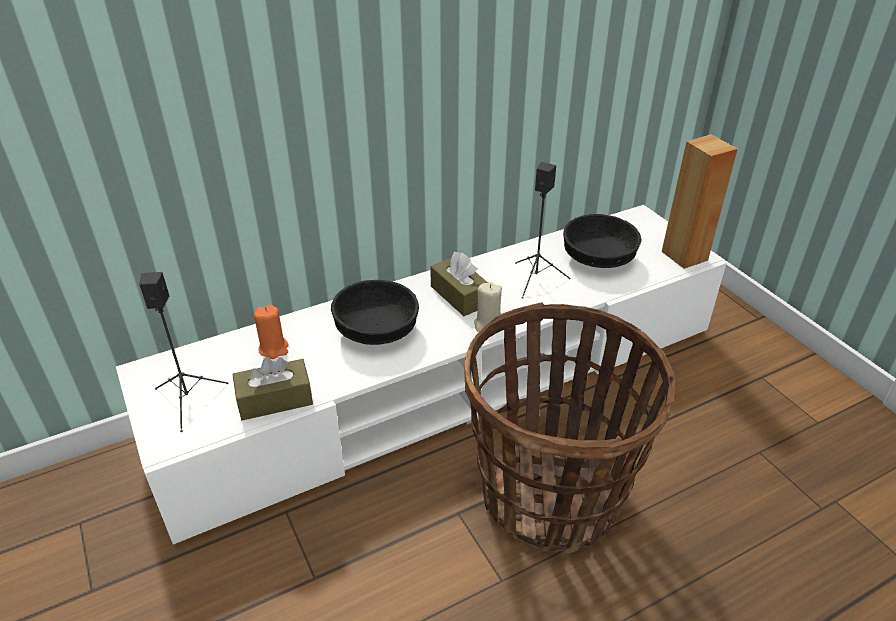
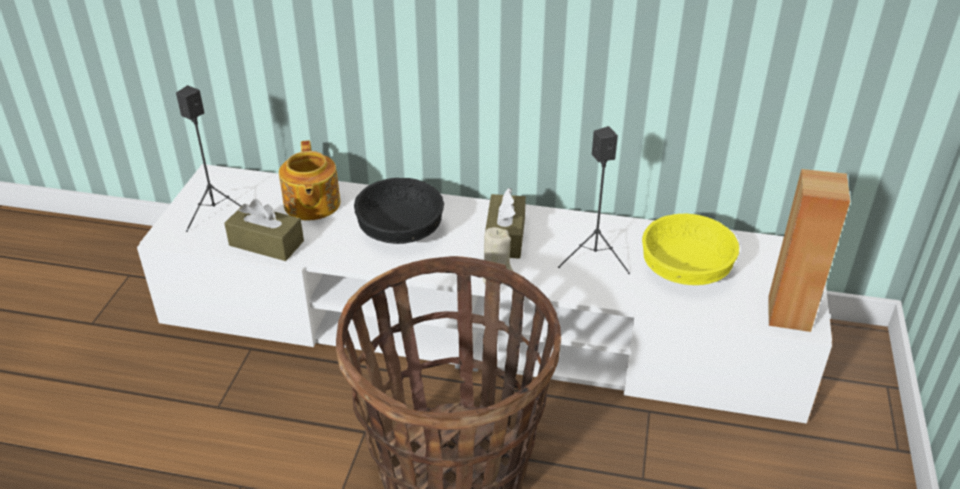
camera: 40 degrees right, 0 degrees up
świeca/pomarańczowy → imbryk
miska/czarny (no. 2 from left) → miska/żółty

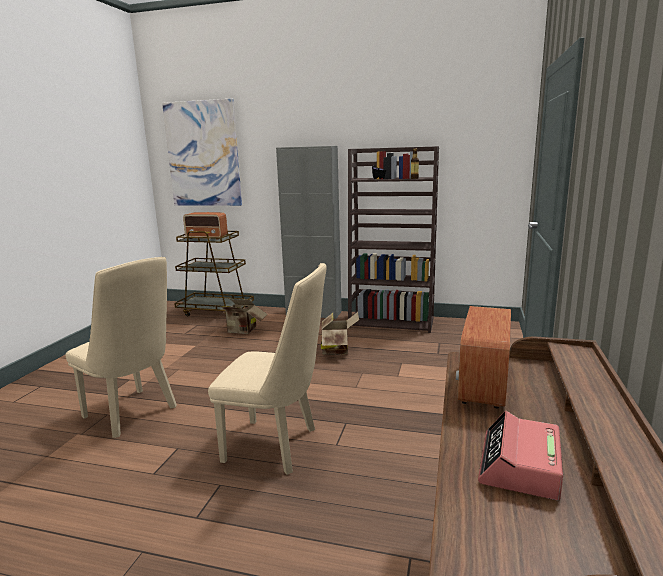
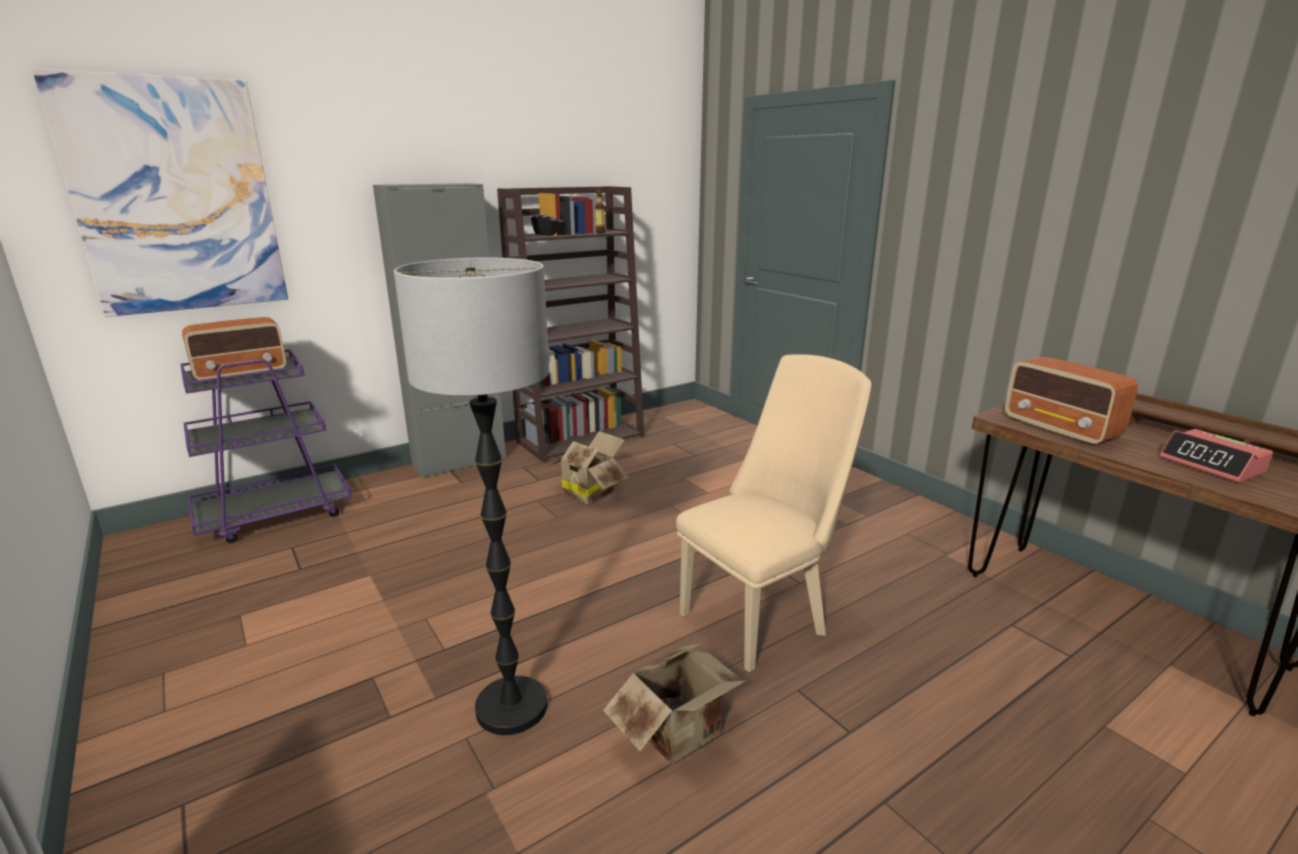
camera: 50 degrees left, 5 degrees up
wózek/brązowy → wózek/fioletowy
krzesło/beżowy (no. 1 from left) → lampa stojąca
karton (no. 1 from left in the first image) → karton (no. 2 from left), relocated

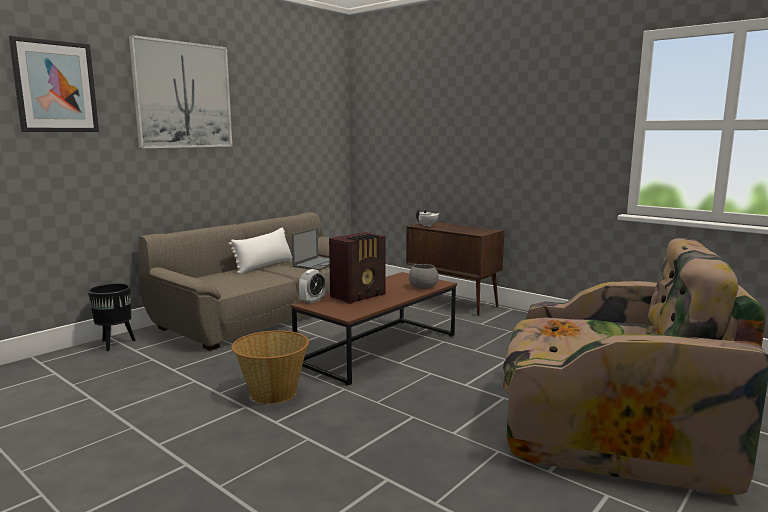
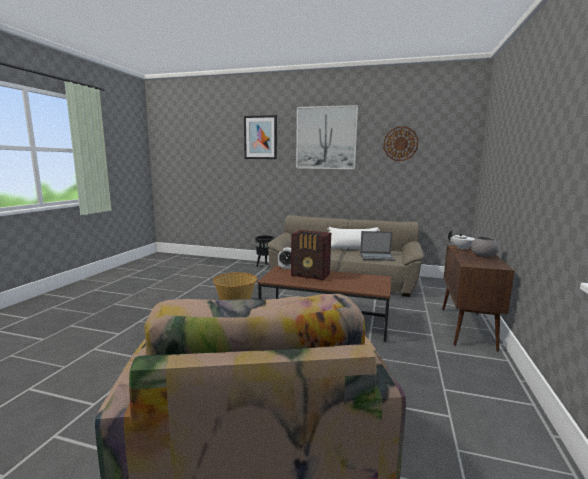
camera: 65 degrees right, 0 degrees up
- → zegar ścienny
miska/szary, relocated

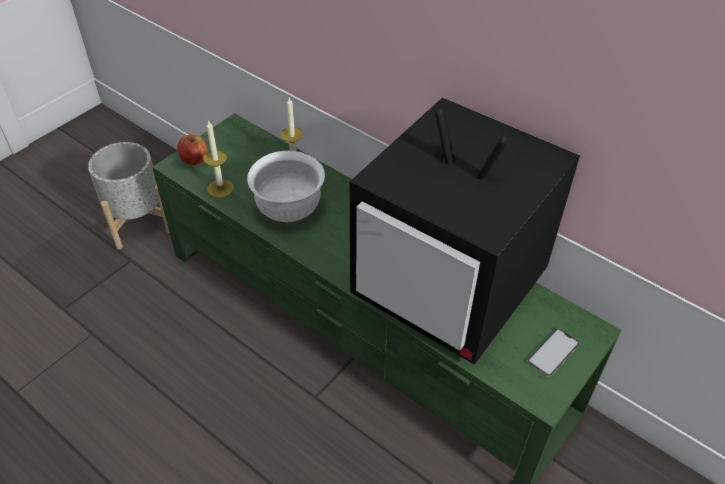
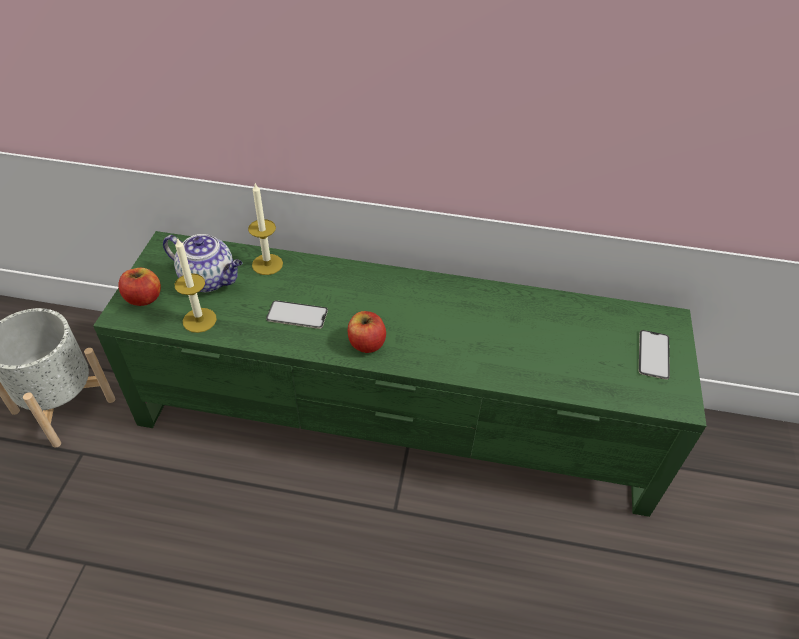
camera: 30 degrees left, 0 degrees up
- → imbryk
miska/biały → telefon (no. 1 from left)
- → jabłko (no. 2 from left)
telewizor → -

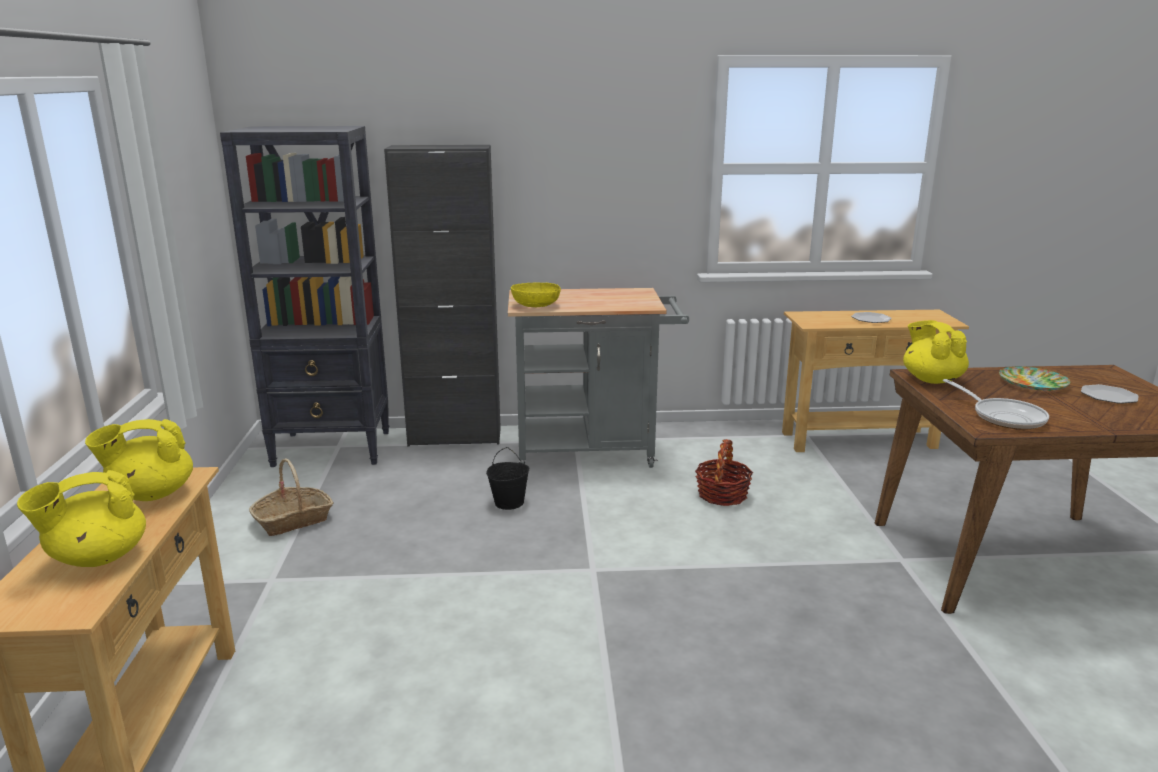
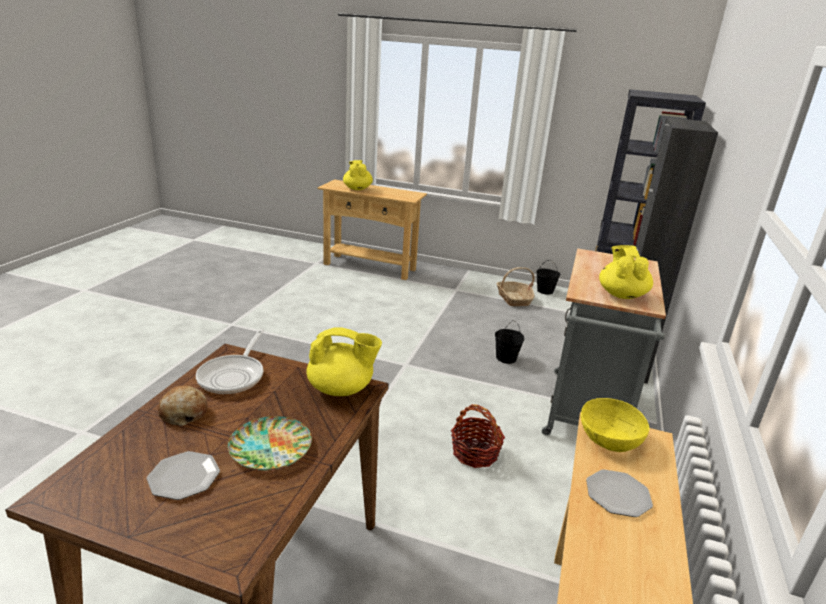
camera: 110 degrees right, 5 degrees up
- → chleb
patelnia, 75 degrees counterclockwise
- → wiadro/czarny (no. 2 from left)
miska/żółty, relocated
imbryk/żółty (no. 2 from left in the first image) → imbryk/żółty (no. 3 from left), relocated

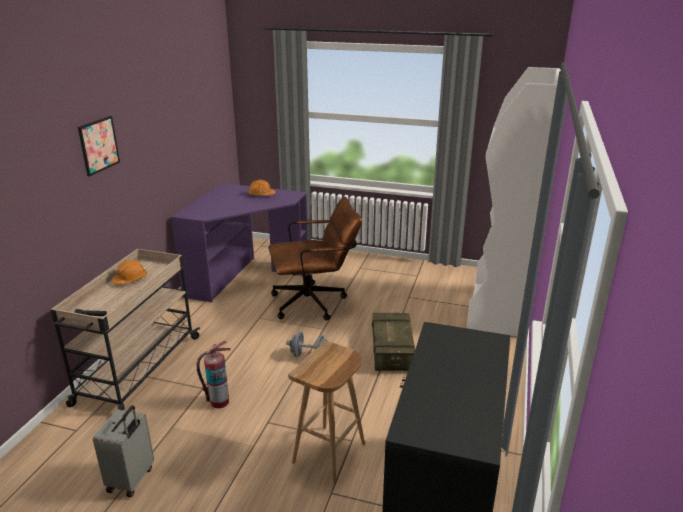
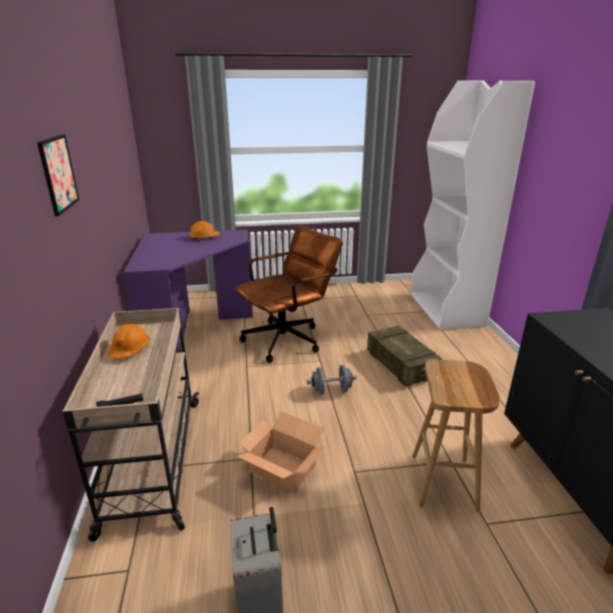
camera: 25 degrees left, 0 degrees up
gaśnica → karton

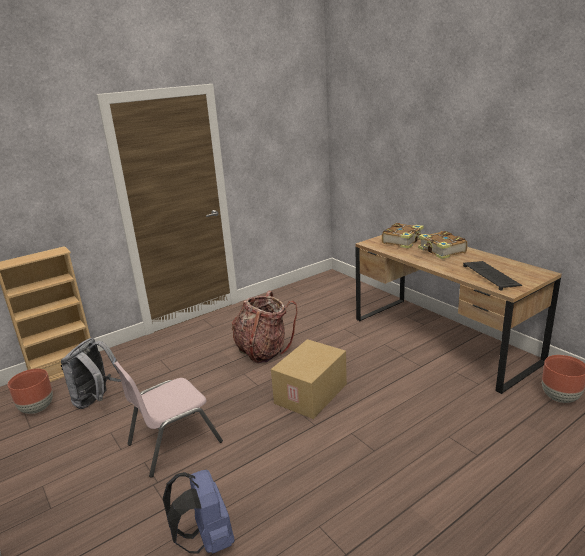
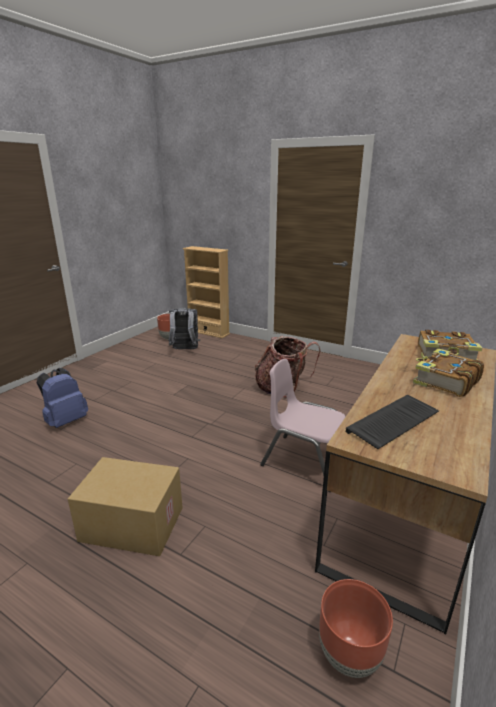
camera: 65 degrees right, 0 degrees up
karton, relocated
krzesło/różowy, relocated

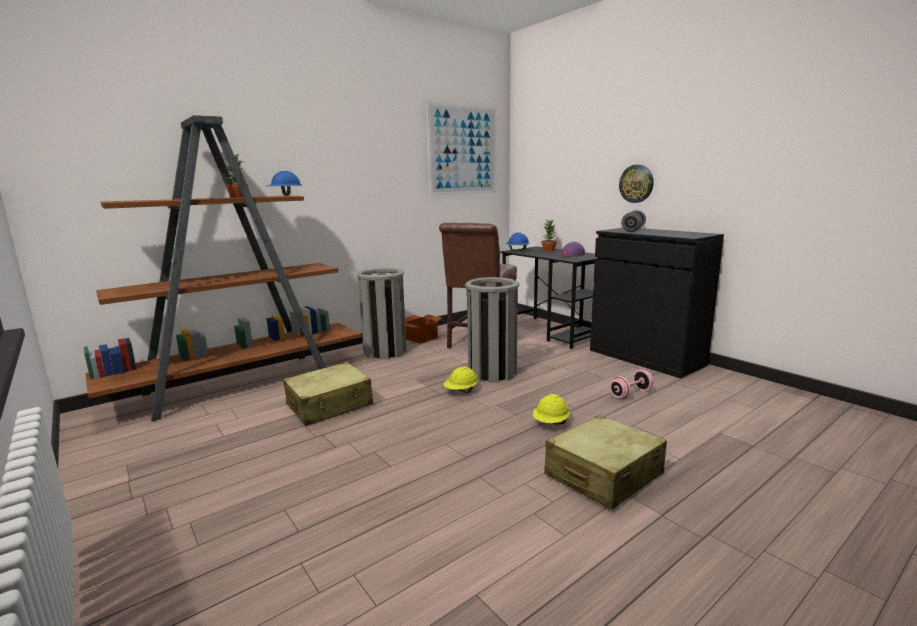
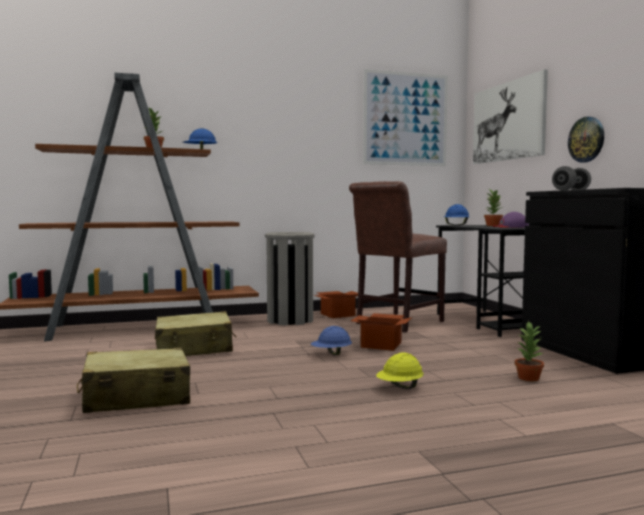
camera: 20 degrees right, 10 degrees down
walizka/beżowy (no. 2 from left in the first image) → walizka/beżowy (no. 1 from left), relocated
kask/żółty (no. 1 from left) → kask/niebieski (no. 2 from left)
kosz na śmieci/szary (no. 2 from left) → karton (no. 2 from left)
- → obraz (no. 2 from left)
hantel/różowy → roślina doniczkowa (no. 3 from left)

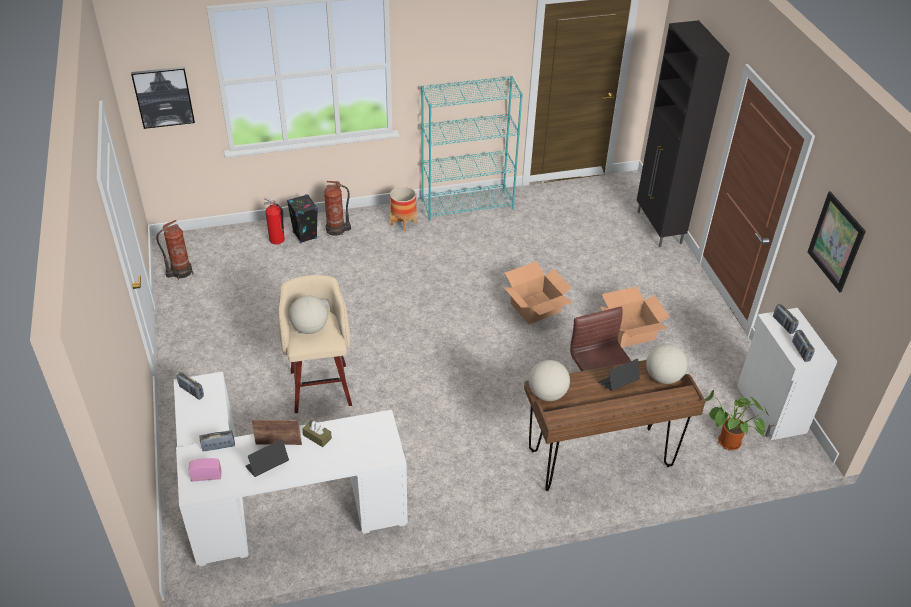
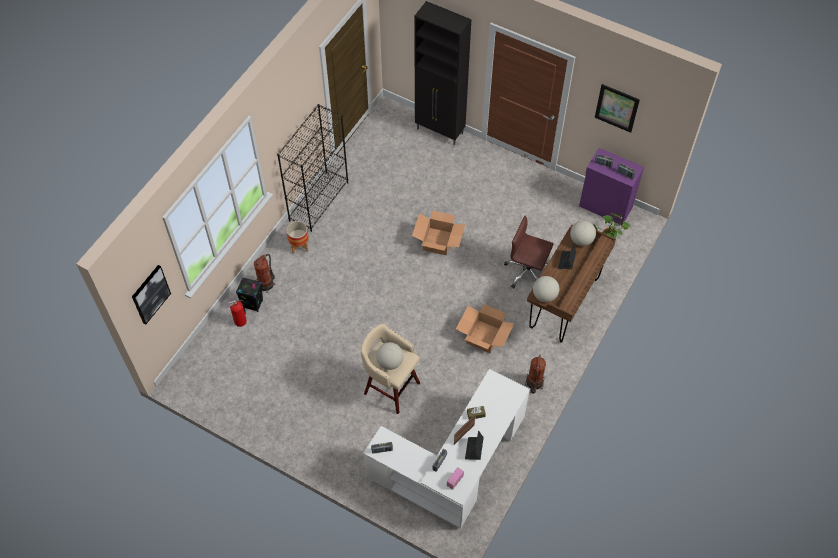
camera: 45 degrees left, 15 degrees up
regał/turkusowy → regał/czarny
karton (no. 2 from left), relocated
gaśnica (no. 1 from left in the first image) → gaśnica (no. 3 from left), relocated
szafka/biały → szafka/fioletowy

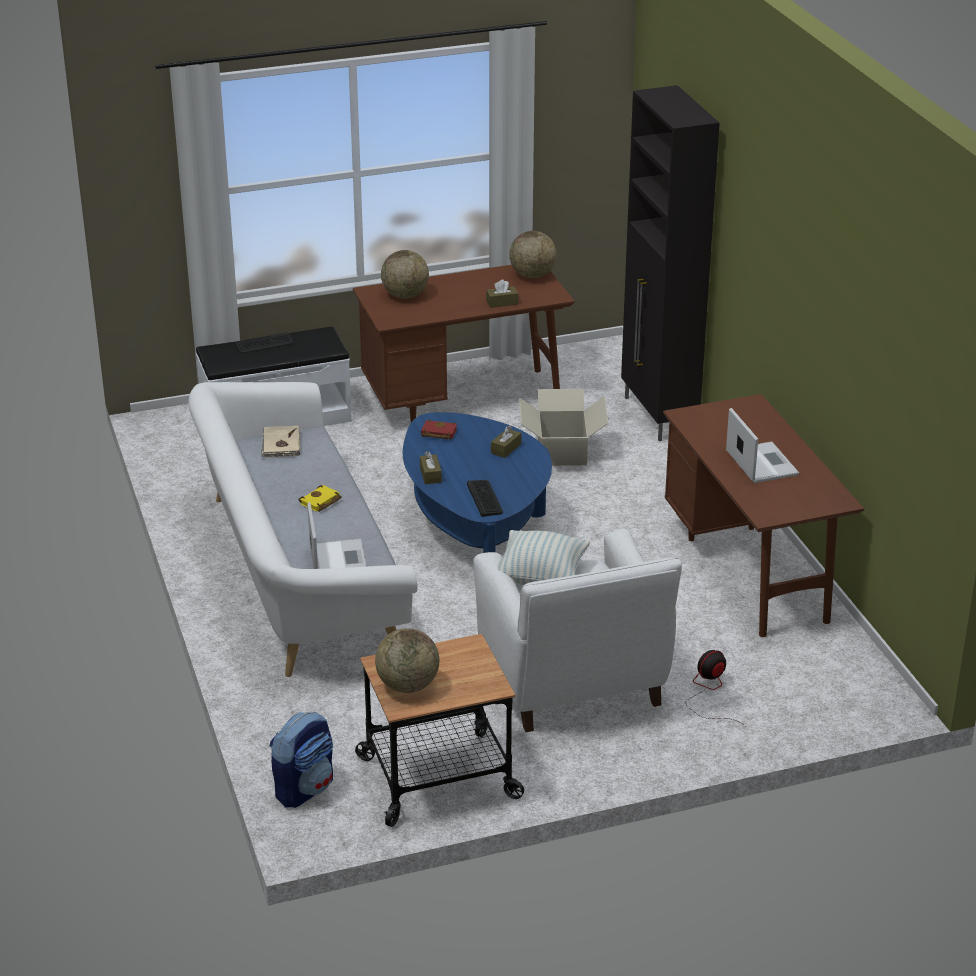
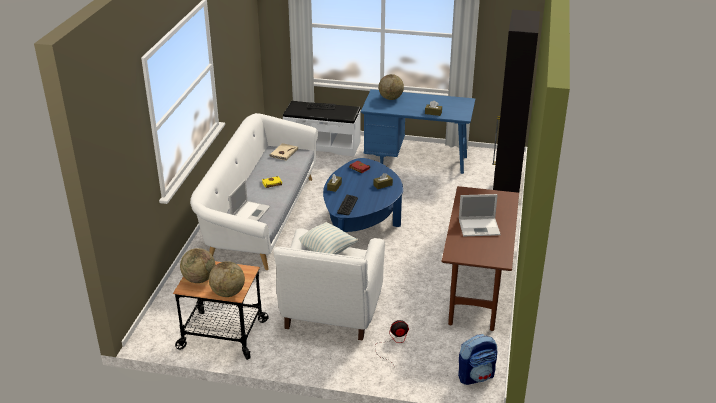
camera: 30 degrees right, 0 degrees up
globus (no. 3 from left in the first image) → globus (no. 2 from left), relocated
biurko/brązowy (no. 1 from left) → biurko/niebieski
plecak, relocated
laptop (no. 2 from left), 75 degrees clockwise
karton → -

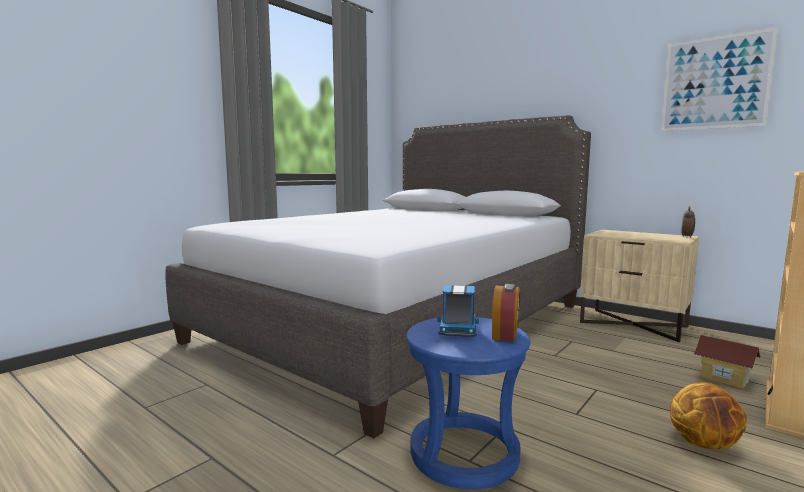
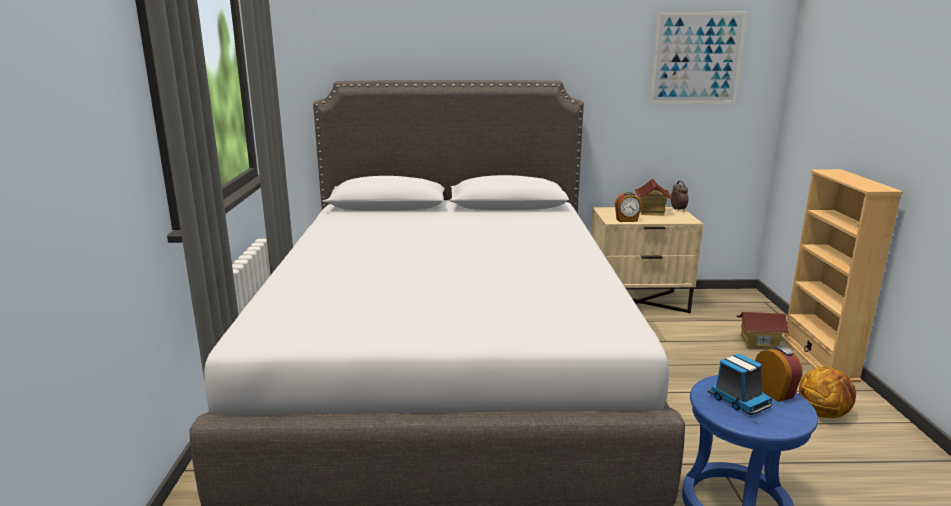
camera: 40 degrees left, 10 degrees up
- → budzik (no. 1 from left)
- → domek (no. 1 from left)

